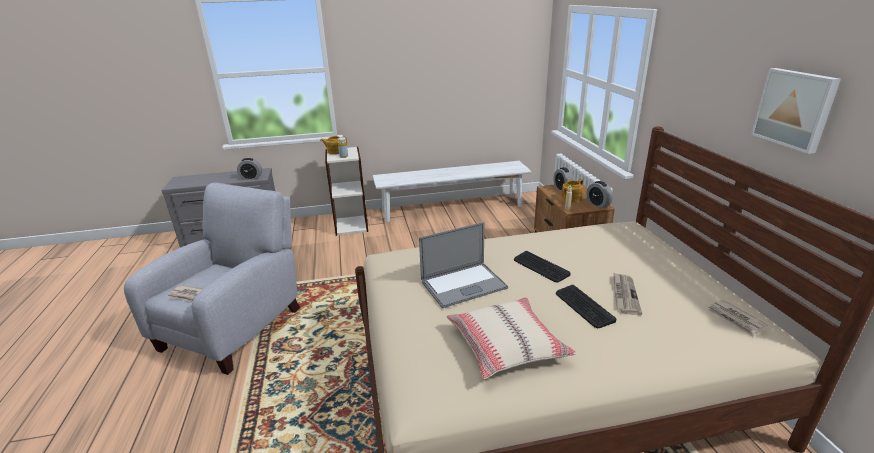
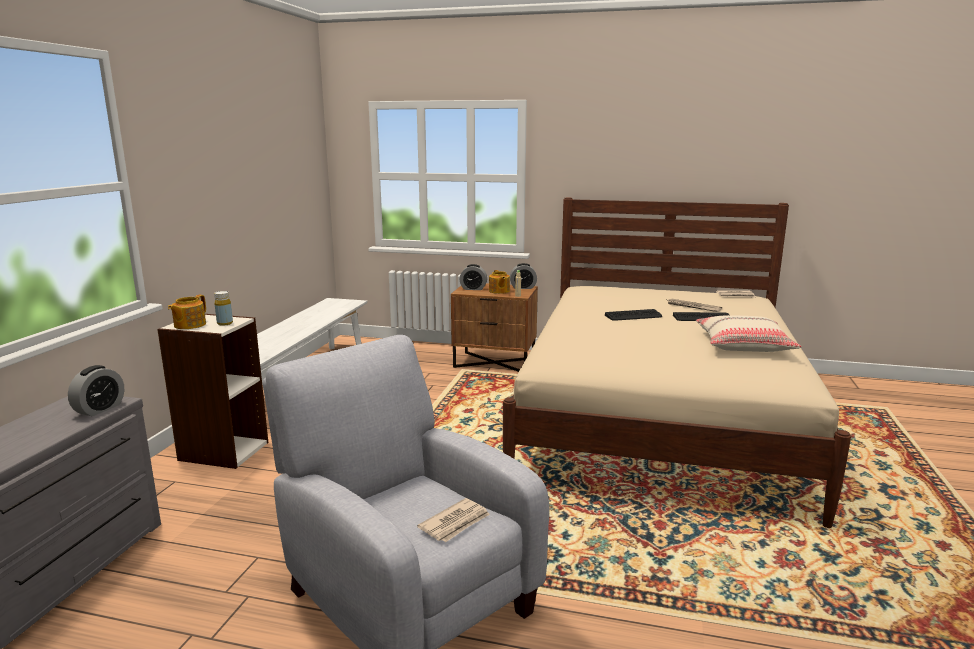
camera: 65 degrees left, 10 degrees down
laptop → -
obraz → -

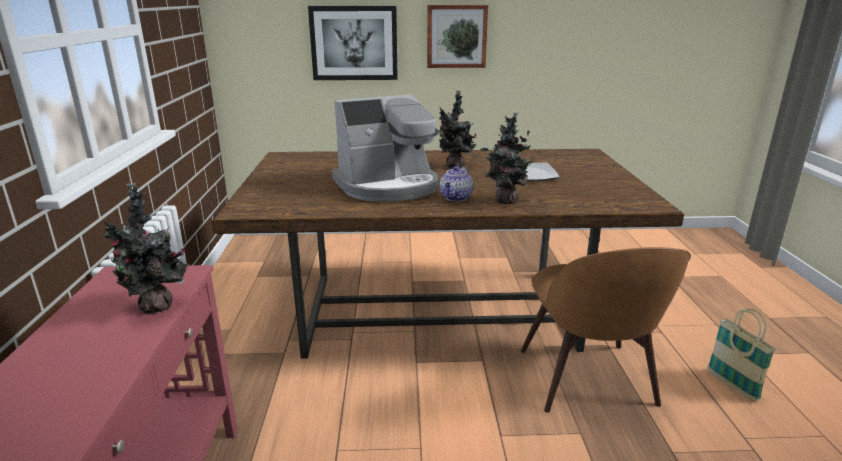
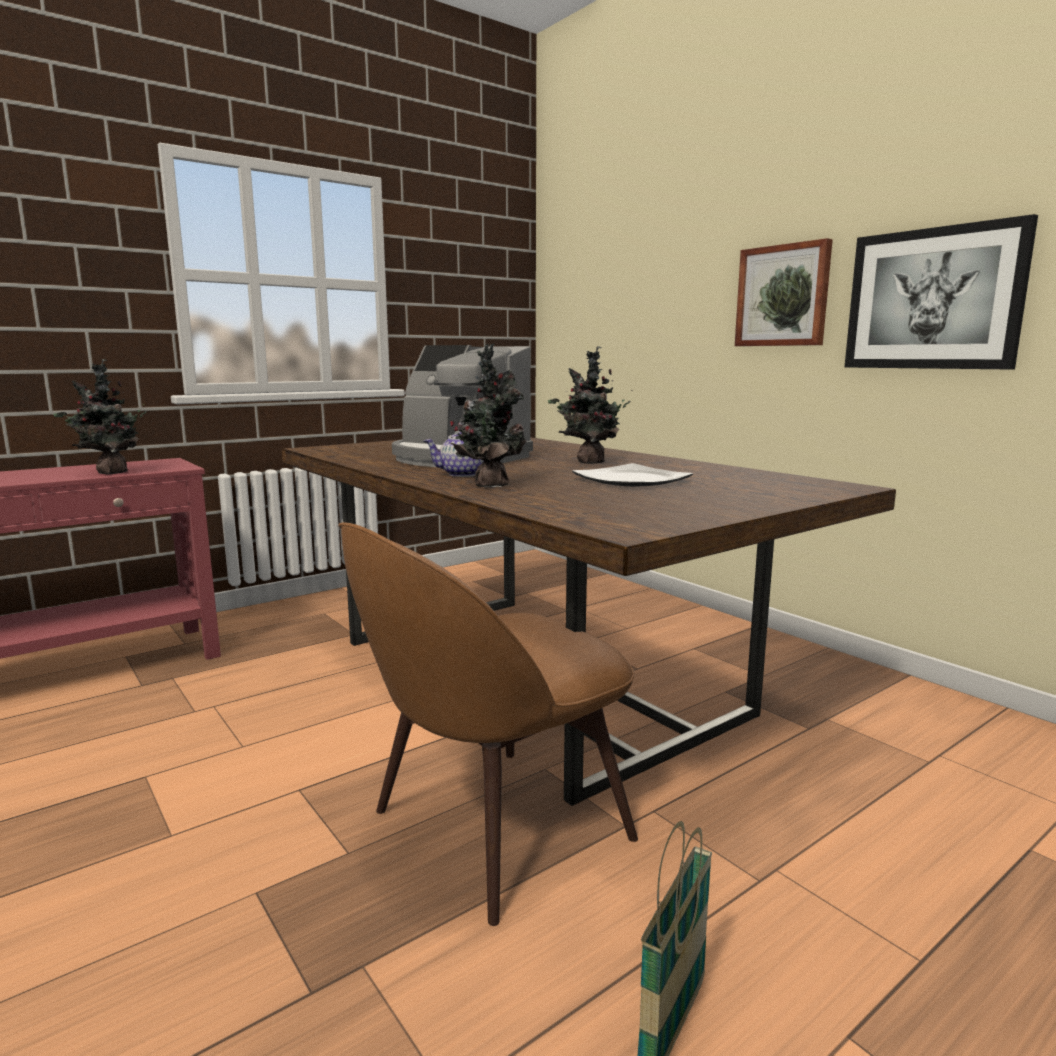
camera: 55 degrees right, 10 degrees down
obraz (no. 1 from left in the first image) → obraz (no. 2 from left), relocated

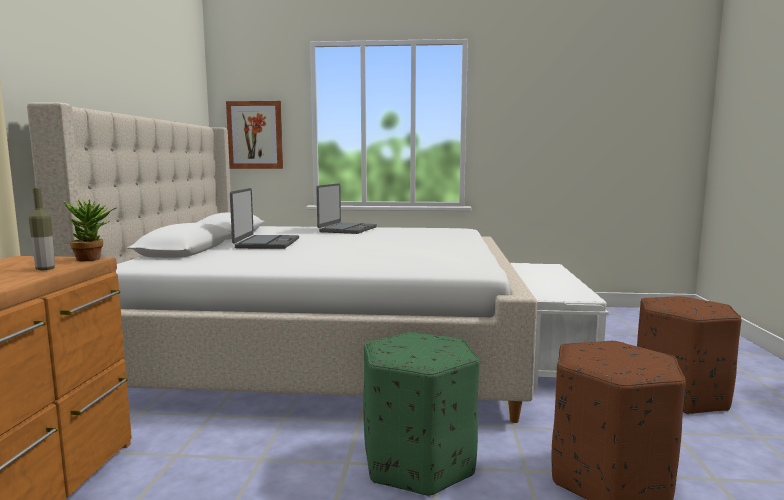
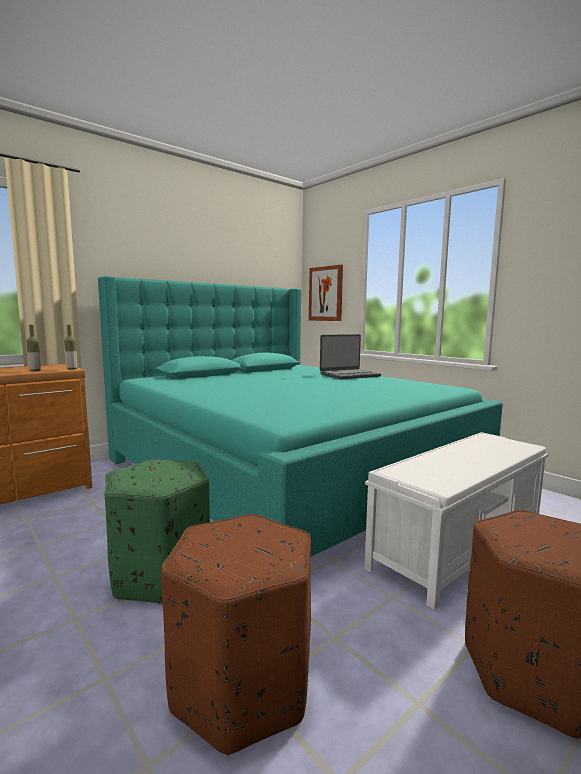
camera: 45 degrees right, 0 degrees up
roślina doniczkowa → butelka (no. 2 from left)
łóżko/beżowy → łóżko/turkusowy
laptop (no. 1 from left) → -

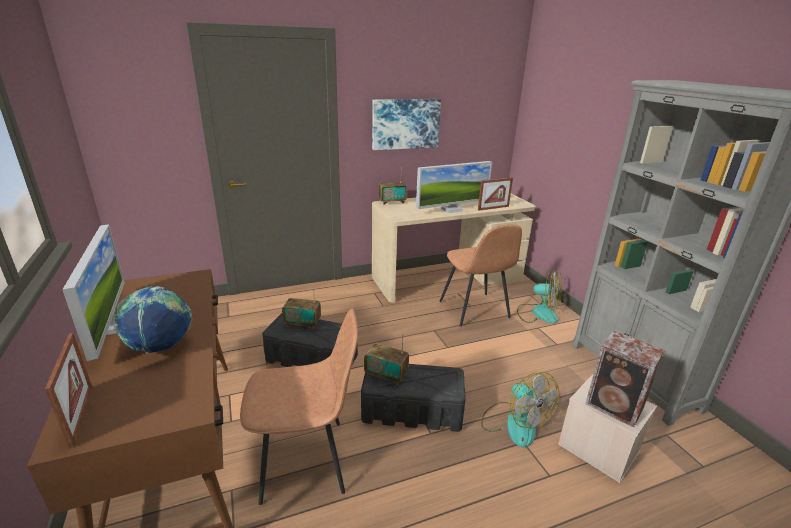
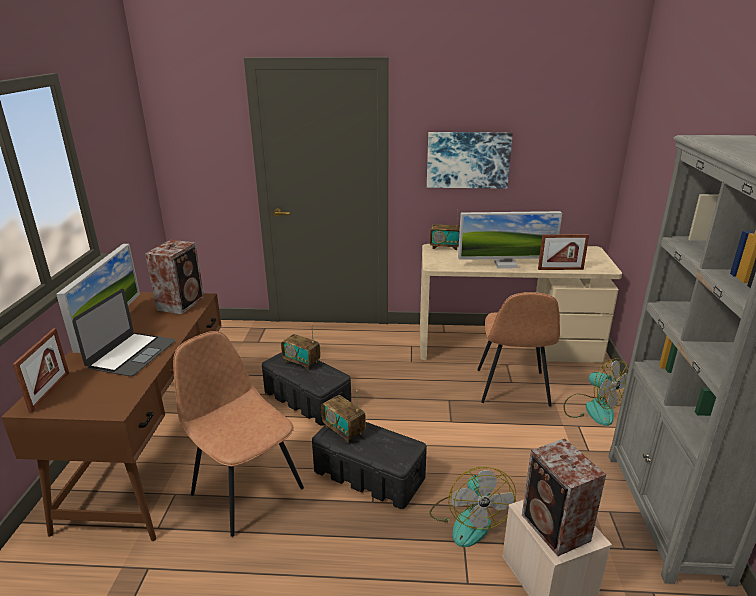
camera: 25 degrees right, 0 degrees up
globus → laptop
- → głośnik (no. 1 from left)
krzesło/brązowy (no. 1 from left), 150 degrees counterclockwise

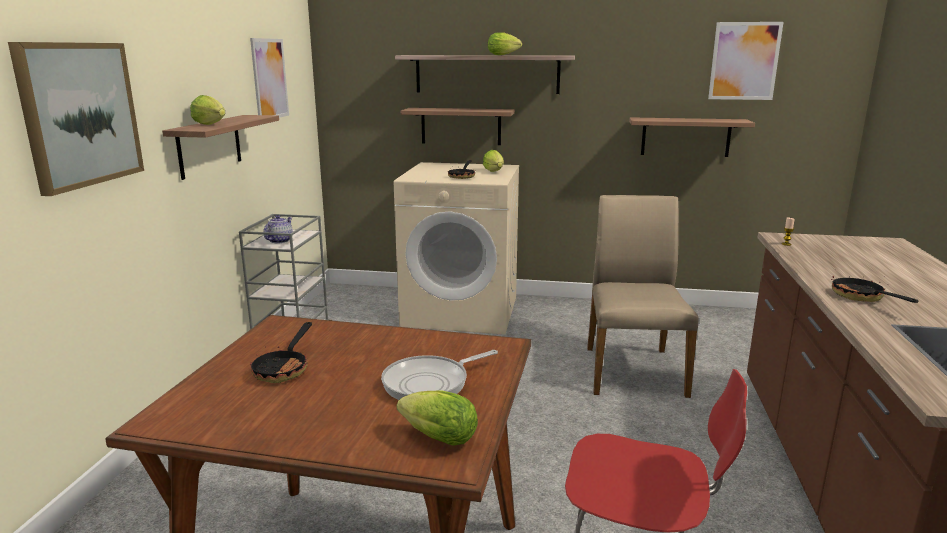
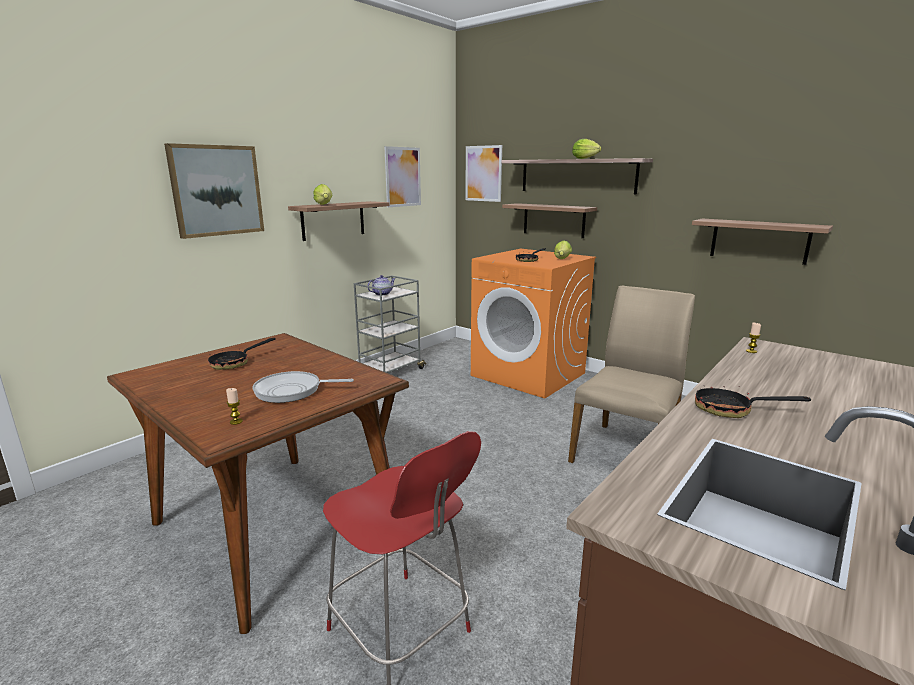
camera: 30 degrees right, 0 degrees up
sałata (no. 2 from left) → świeca (no. 1 from left)
obraz (no. 3 from left), relocated
pralka/beżowy → pralka/pomarańczowy
patelnia (no. 4 from left), 90 degrees counterclockwise

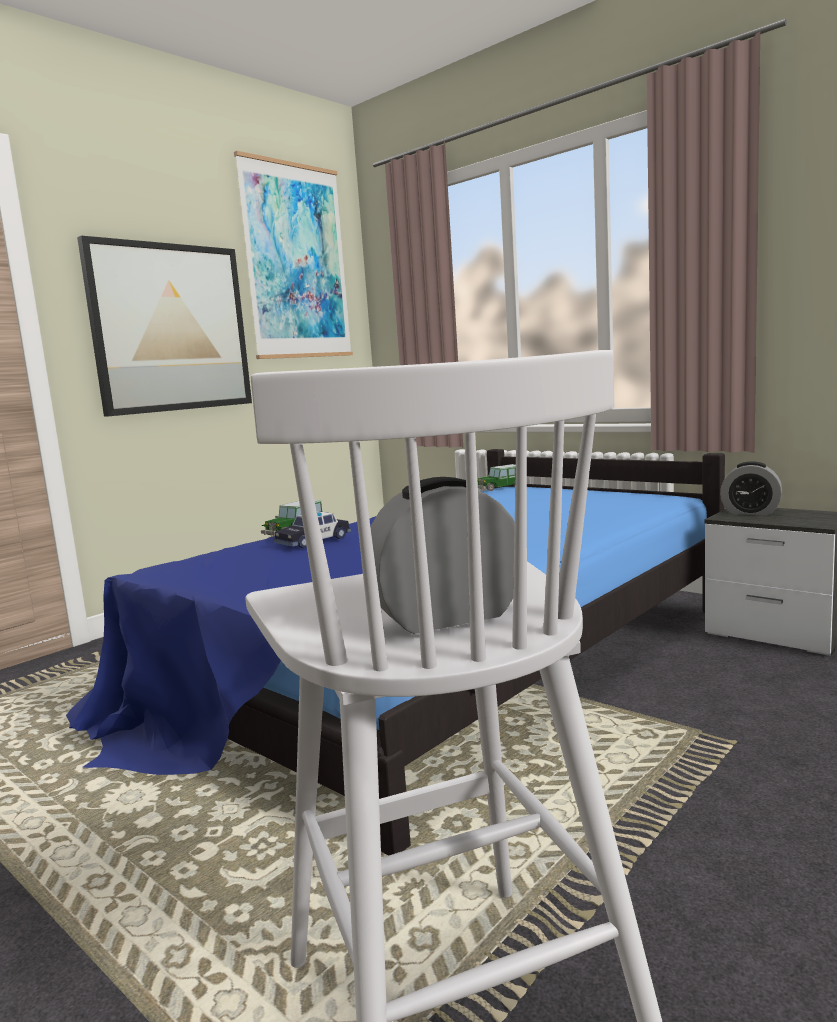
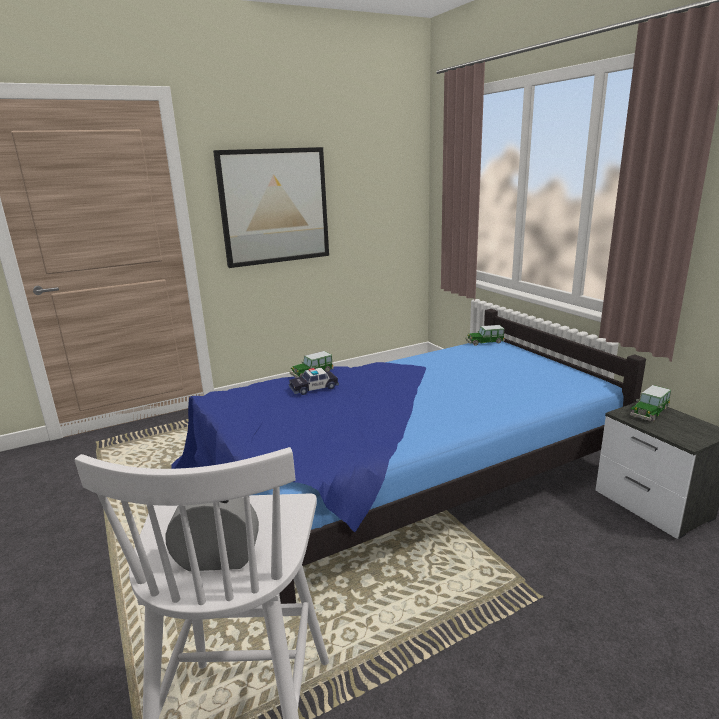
camera: 20 degrees right, 10 degrees up
budzik (no. 2 from left) → samochodzik (no. 4 from left)
obraz (no. 2 from left) → -

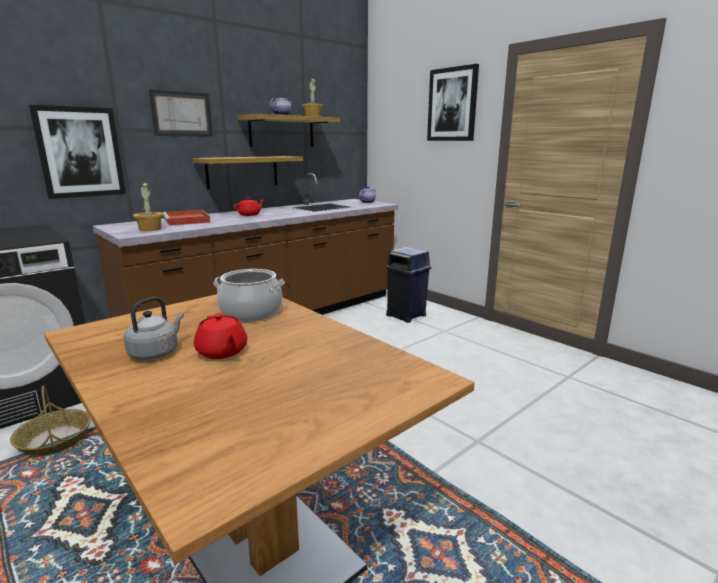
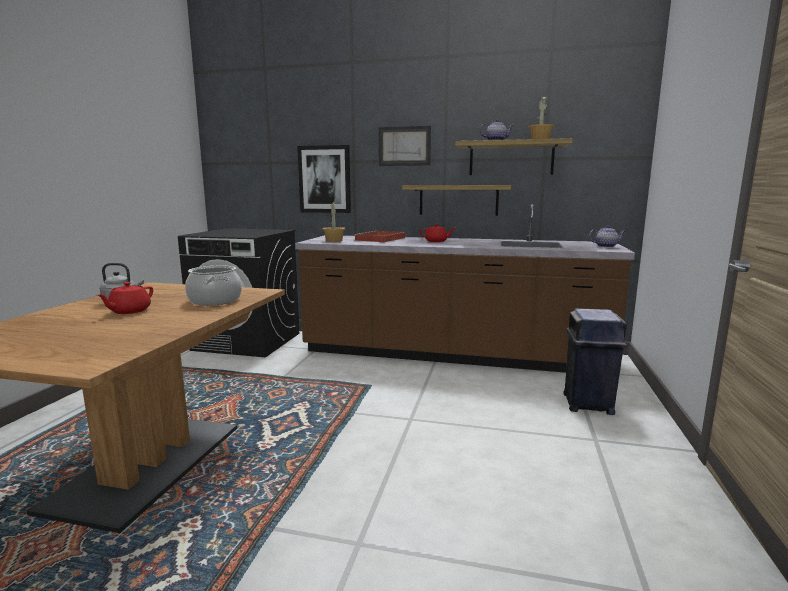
camera: 55 degrees right, 5 degrees down
koszyk → -
obraz (no. 3 from left) → -

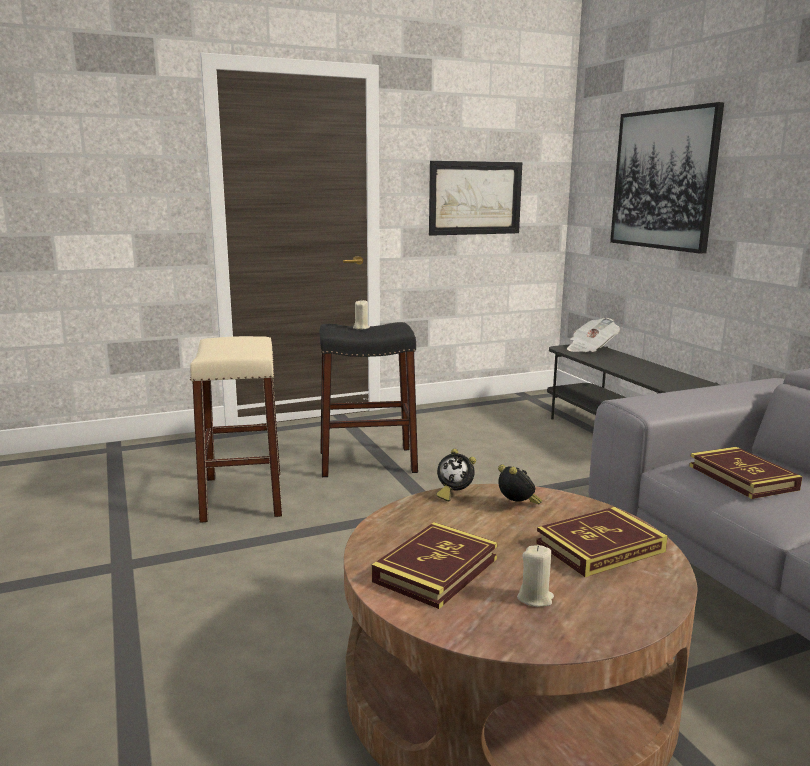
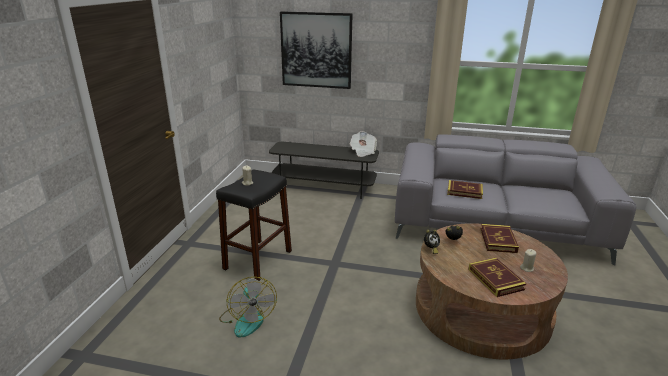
camera: 55 degrees left, 10 degrees up
stołek/beżowy → wentylator
gazeta, relocated
obraz (no. 1 from left) → -

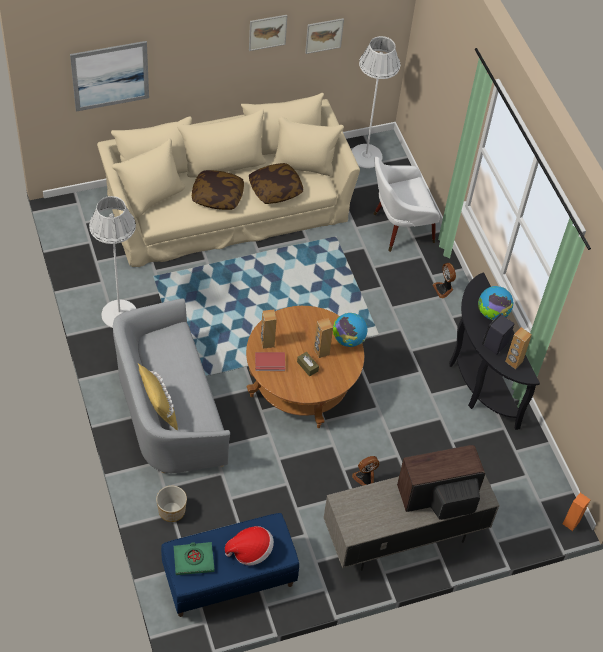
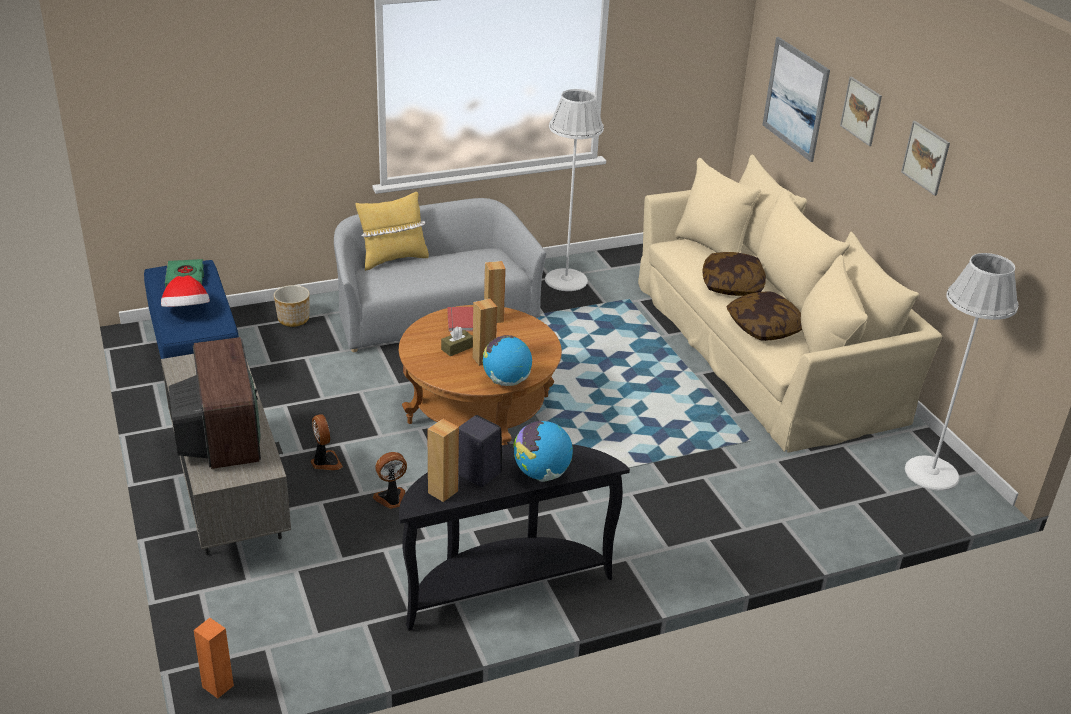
camera: 90 degrees right, 20 degrees down
wentylator (no. 2 from left), relocated
obraz (no. 3 from left in the first image) → obraz (no. 2 from left), relocated
fotel/biały → -

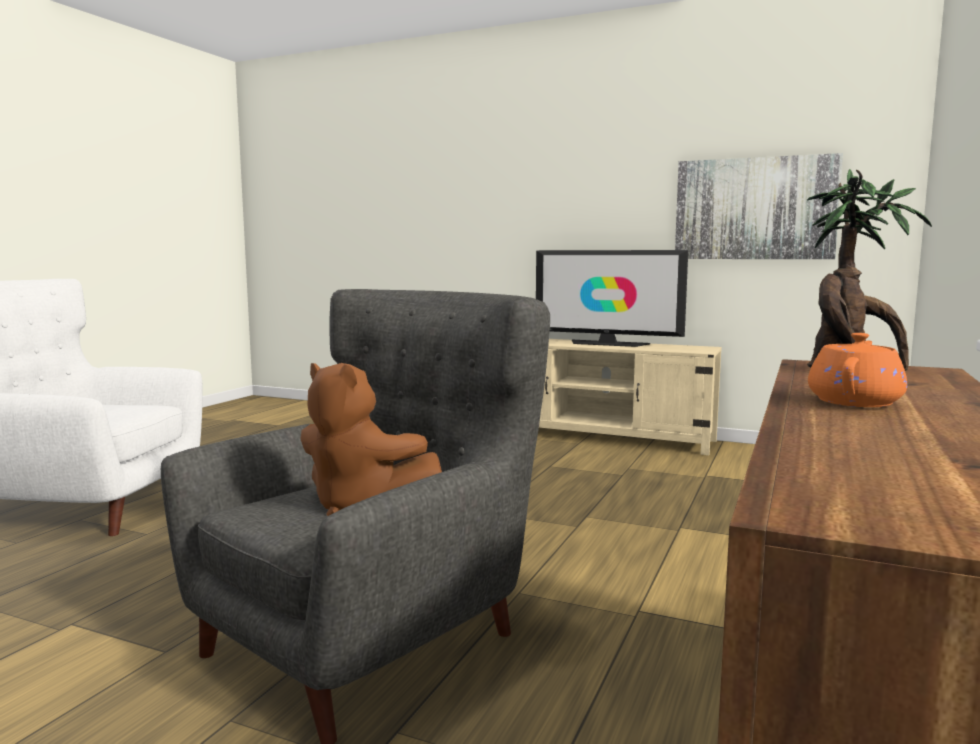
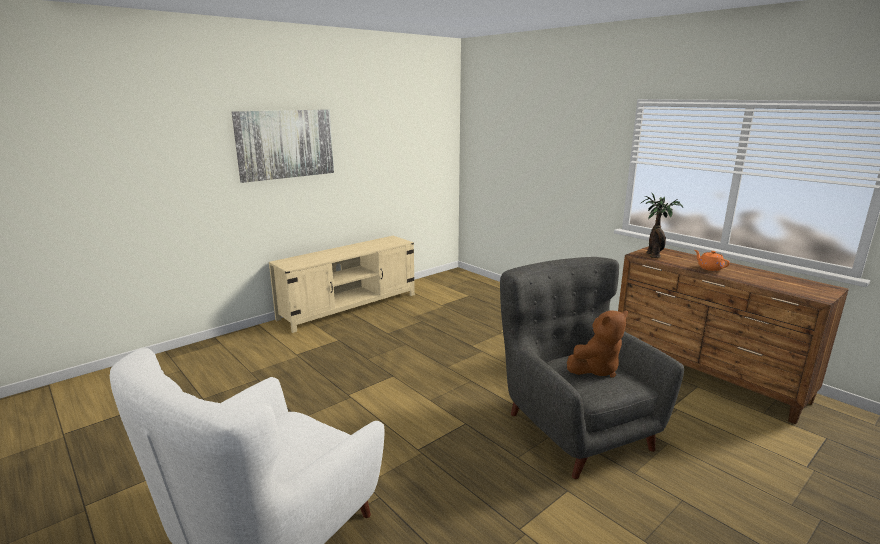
camera: 65 degrees left, 10 degrees up
obraz, relocated
telewizor → -

